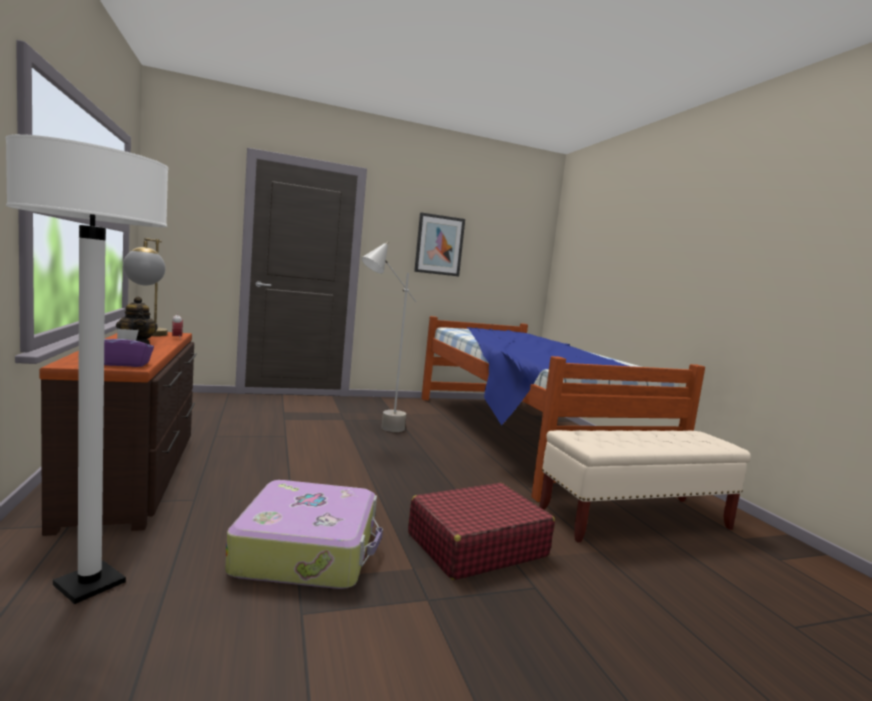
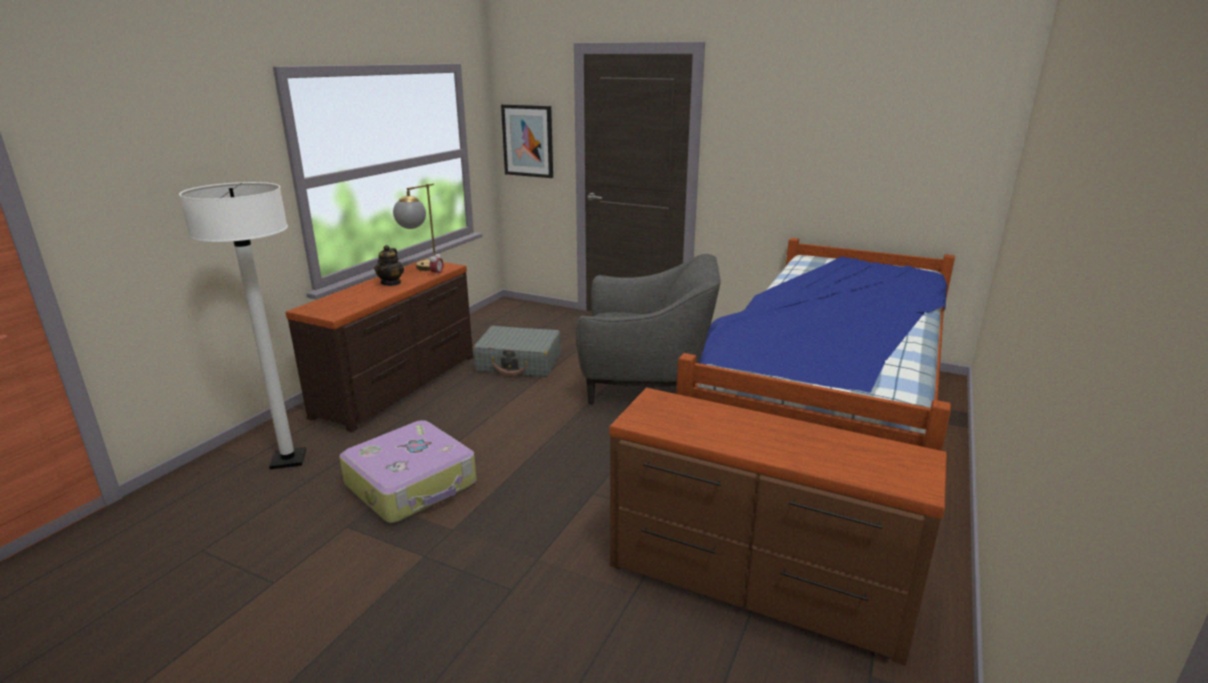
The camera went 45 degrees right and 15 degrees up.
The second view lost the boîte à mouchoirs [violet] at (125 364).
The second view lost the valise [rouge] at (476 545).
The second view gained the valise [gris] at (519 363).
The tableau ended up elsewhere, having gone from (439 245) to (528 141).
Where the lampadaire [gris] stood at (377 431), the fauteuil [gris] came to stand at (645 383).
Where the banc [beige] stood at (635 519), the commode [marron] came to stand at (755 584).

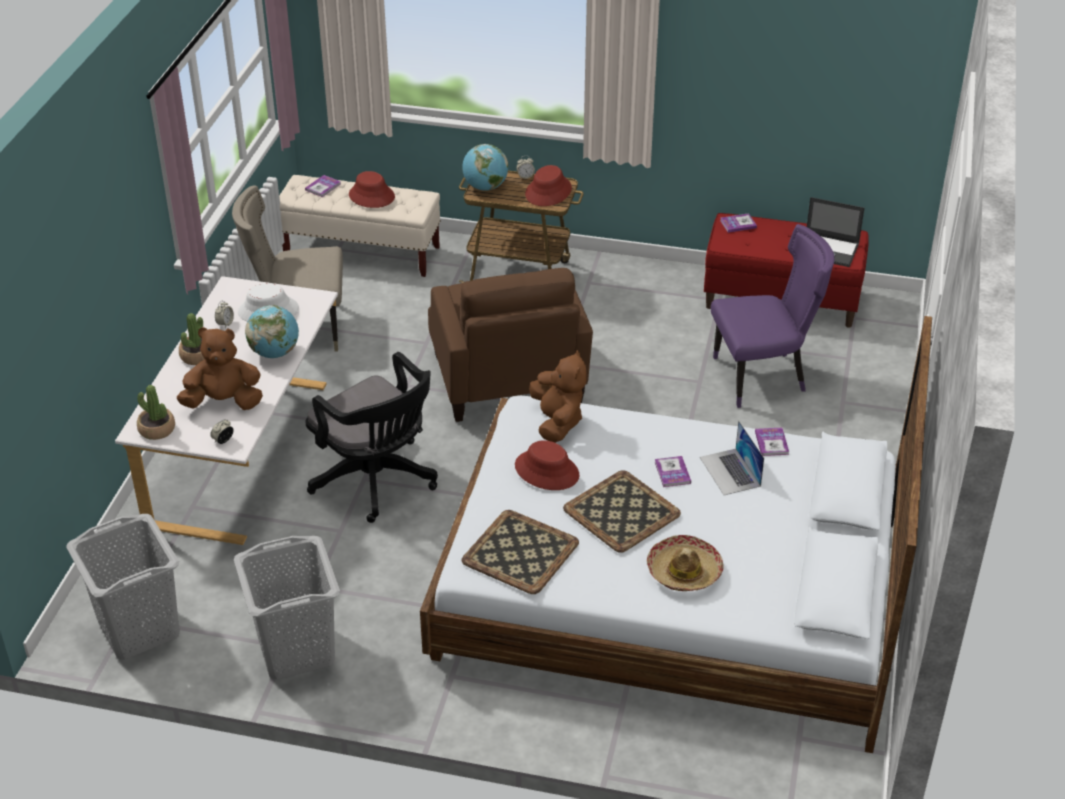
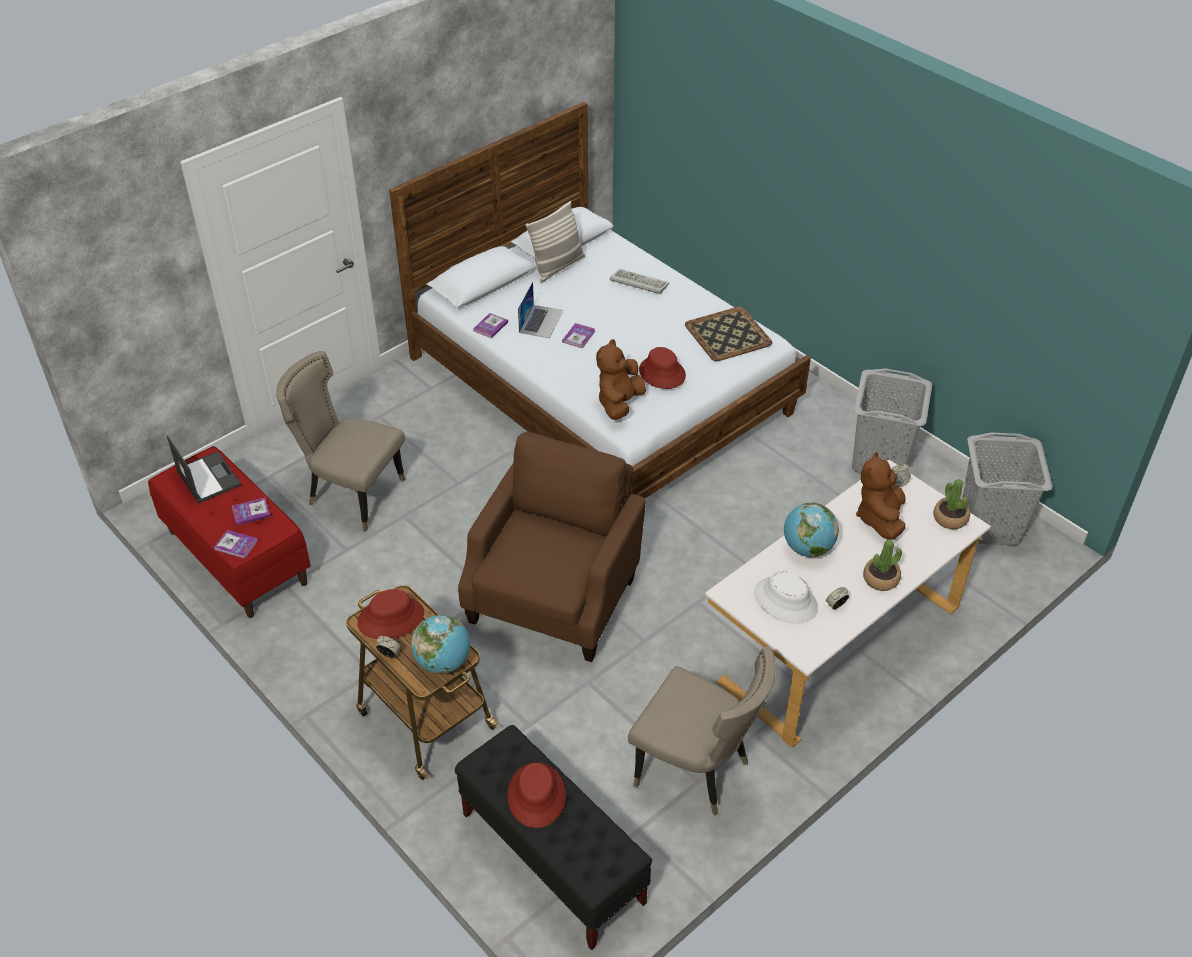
The camera went 145 degrees left and 5 degrees up.
The second view lost the chaise de bureau [noir] at (377 481).
The second view lost the plateau at (623 512).
The second view gained the coussin at (557 267).
The livre ended up elsewhere, having gone from (323 187) to (251 512).
Where the chapeau stood at (684 571), the clavier came to stand at (637 283).
What was the banc [beige] at (362 253) turned into the banc [noir] at (552 858).
What was the chaise [violet] at (763 377) turned into the chaise [beige] at (352 494).
The peluche [marron] at (224 402) ended up facing another way, 75 degrees clockwise from before.

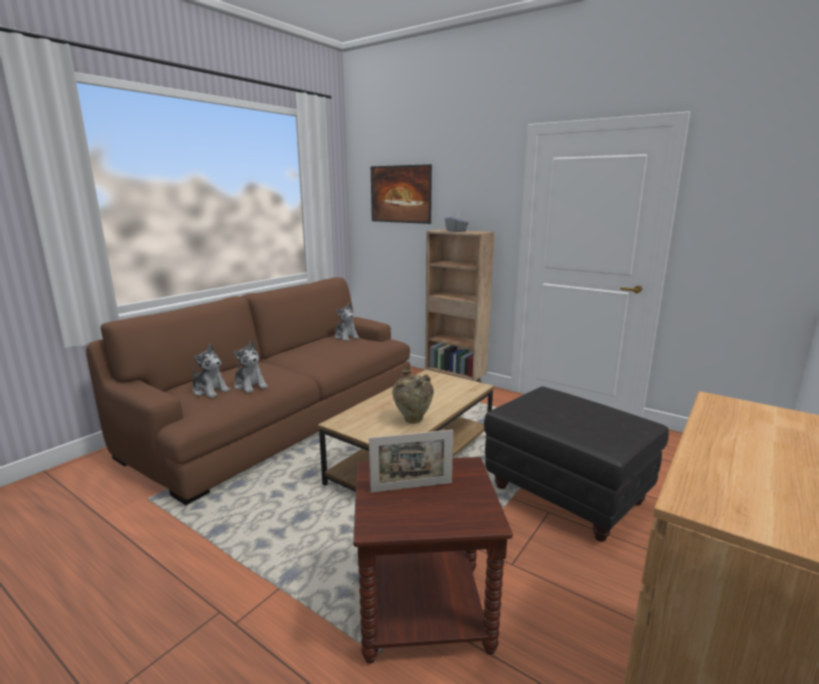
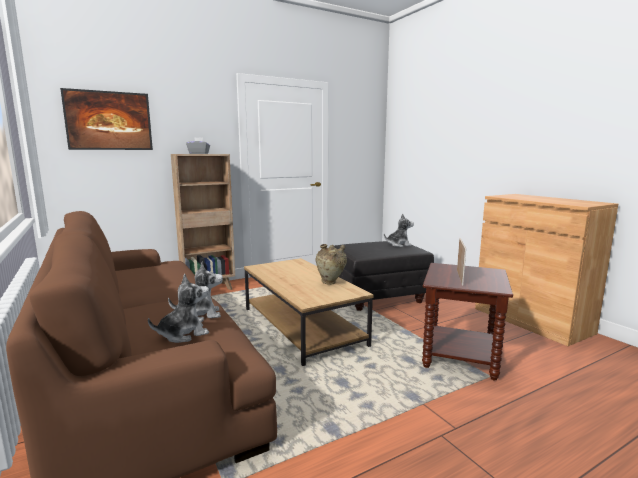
The camera went 65 degrees left and 5 degrees down.
The peluche ended up elsewhere, having gone from (346 337) to (398 245).

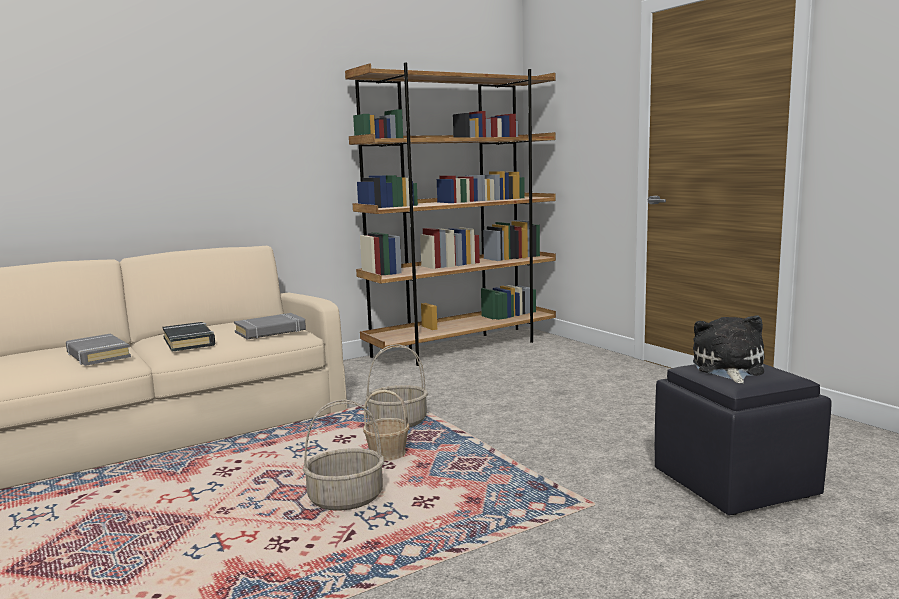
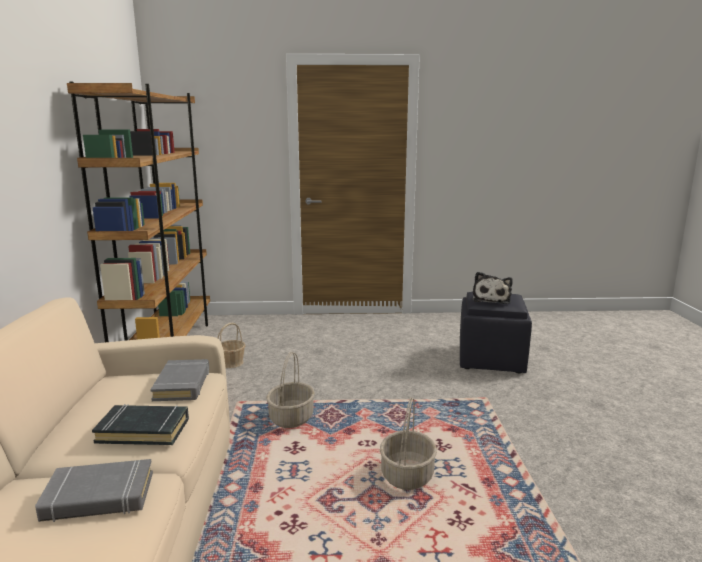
The camera went 60 degrees left and 5 degrees up.
The panier ended up elsewhere, having gone from (387 454) to (232 363).
The peluche at (728 368) ended up facing another way, 120 degrees counterclockwise from before.

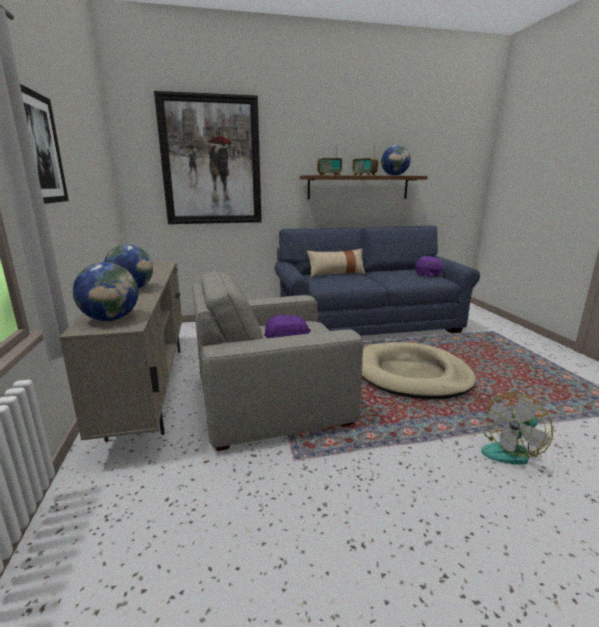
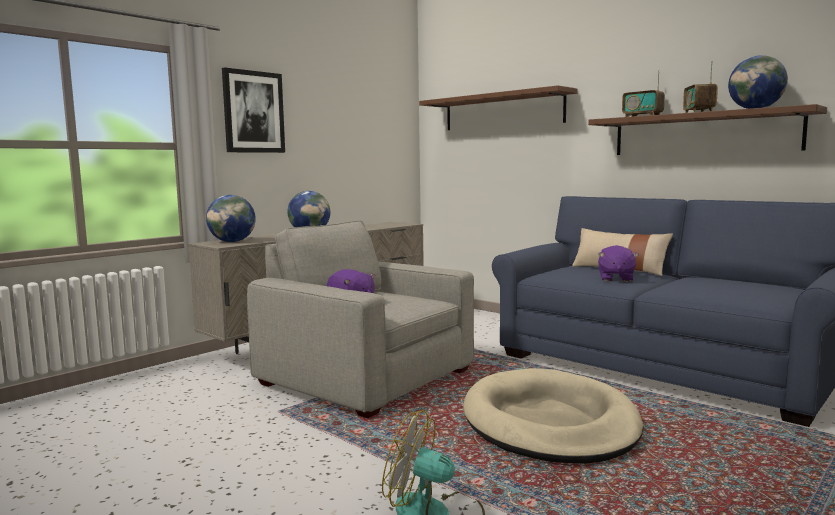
The camera went 55 degrees right and 10 degrees down.
The peluche [violet] ended up elsewhere, having gone from (428 275) to (615 278).
Where the tableau hung at (211 161), the étagère [marron] came to hang at (502 111).

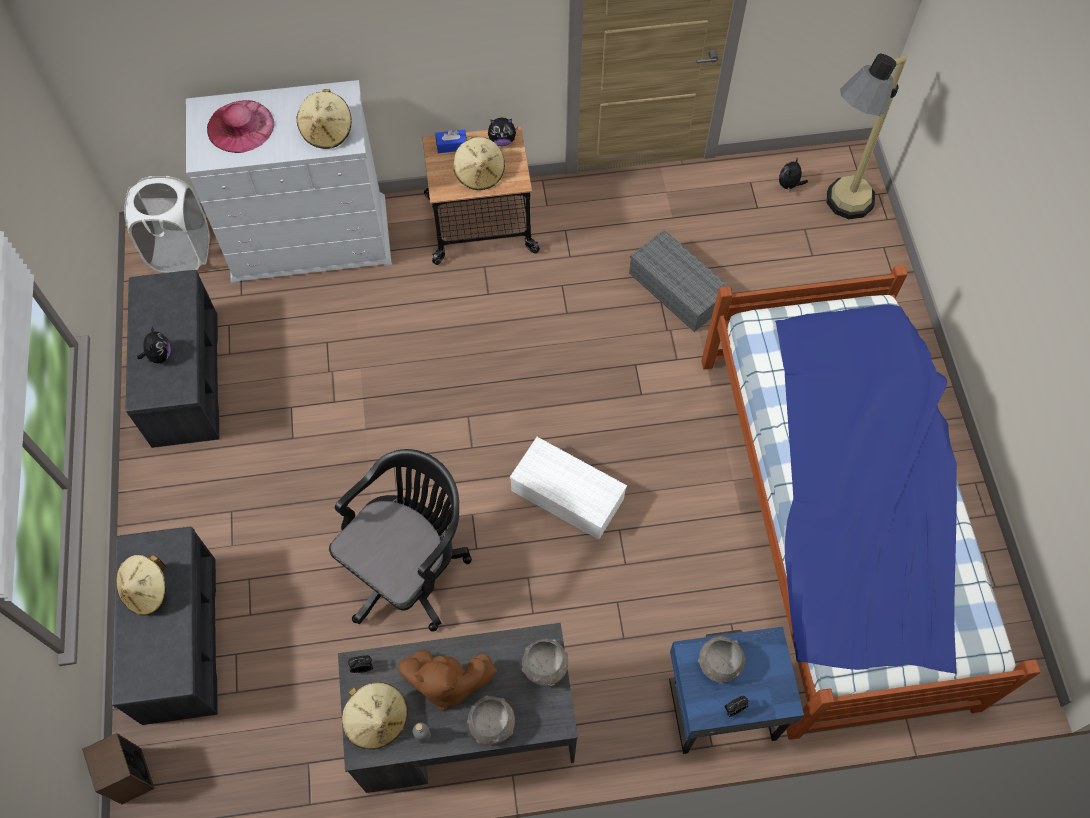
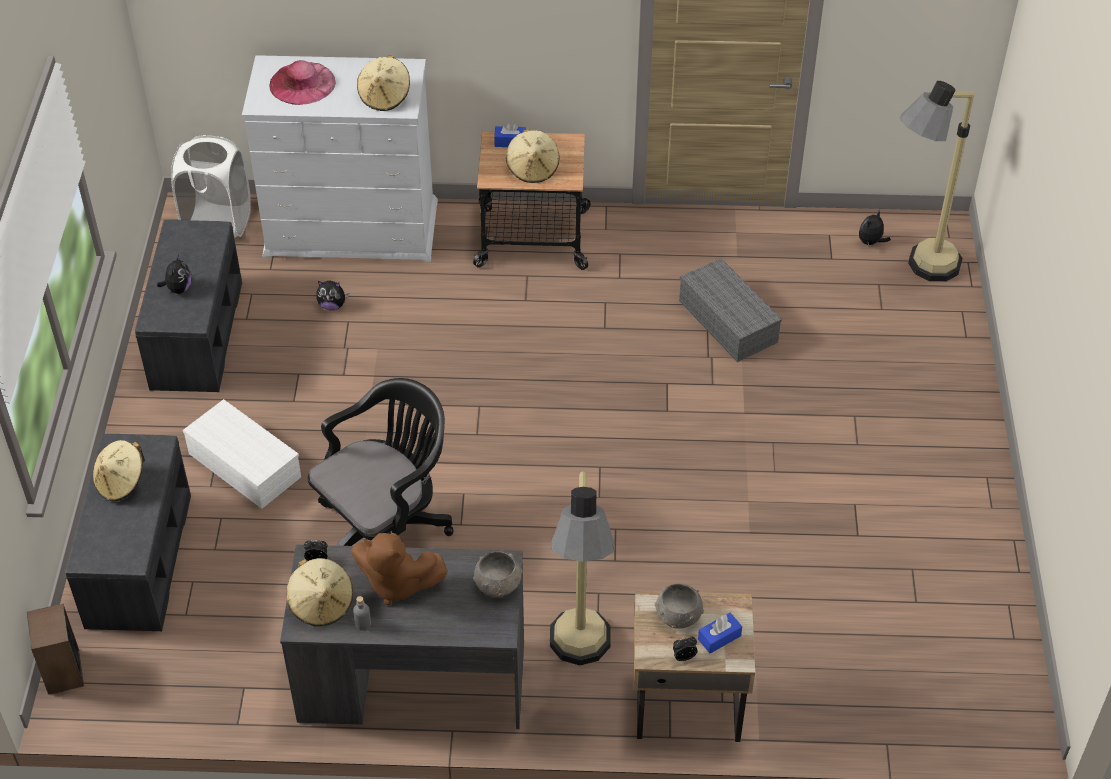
The camera went 10 degrees right and 15 degrees down.
The second view lost the bol [gris] at (492 723).
The second view lost the lit at (833 522).
The second view gained the lampadaire at (580 664).
The second view gained the boîte à mouchoirs [bleu] at (719 637).
The peluche ended up elsewhere, having gone from (502 140) to (332 305).
The boîte de rangement [blanc] ended up elsewhere, having gone from (565 495) to (242 465).
What was the table de chevet [bleu] at (720 706) turned into the table de chevet [beige] at (686 702).

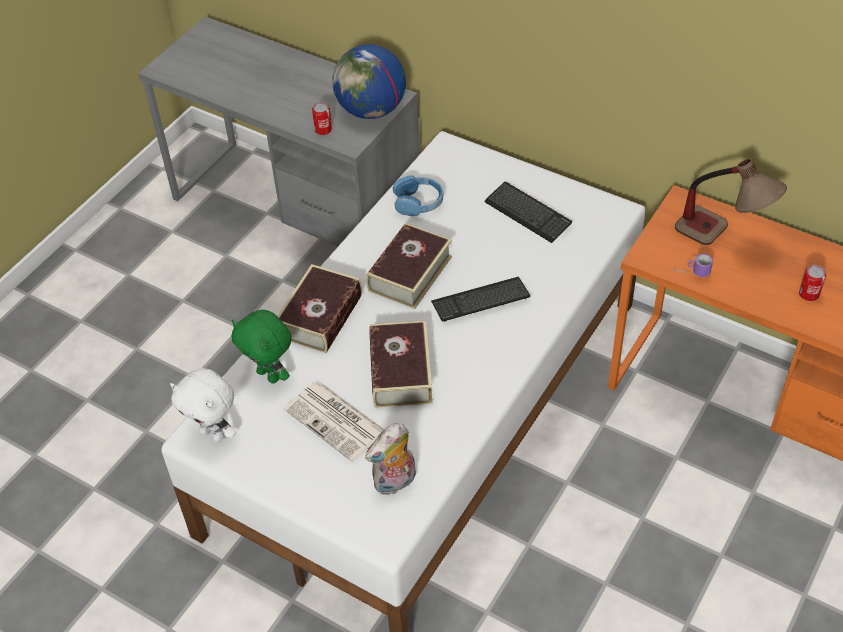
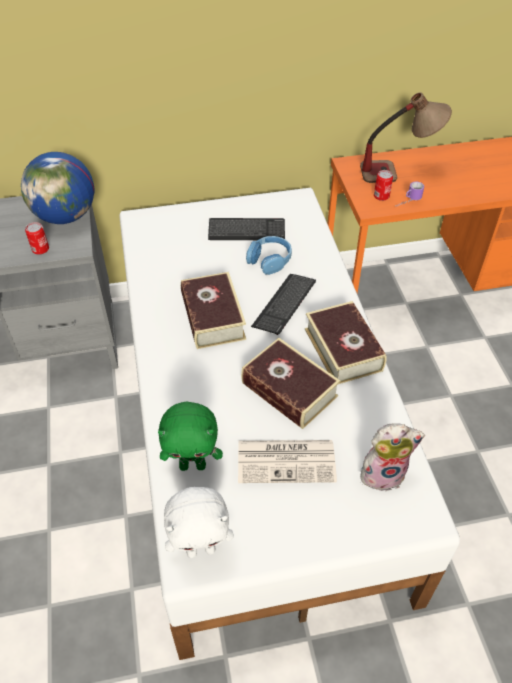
The camera went 45 degrees left and 0 degrees up.
The livre ended up elsewhere, having gone from (320 316) to (343 349).
The casque audio [bleu] ended up elsewhere, having gone from (418 202) to (269 260).
The boîte métallique ended up elsewhere, having gone from (809 294) to (381 196).
The peluche at (395 483) ended up facing another way, 105 degrees counterclockwise from before.

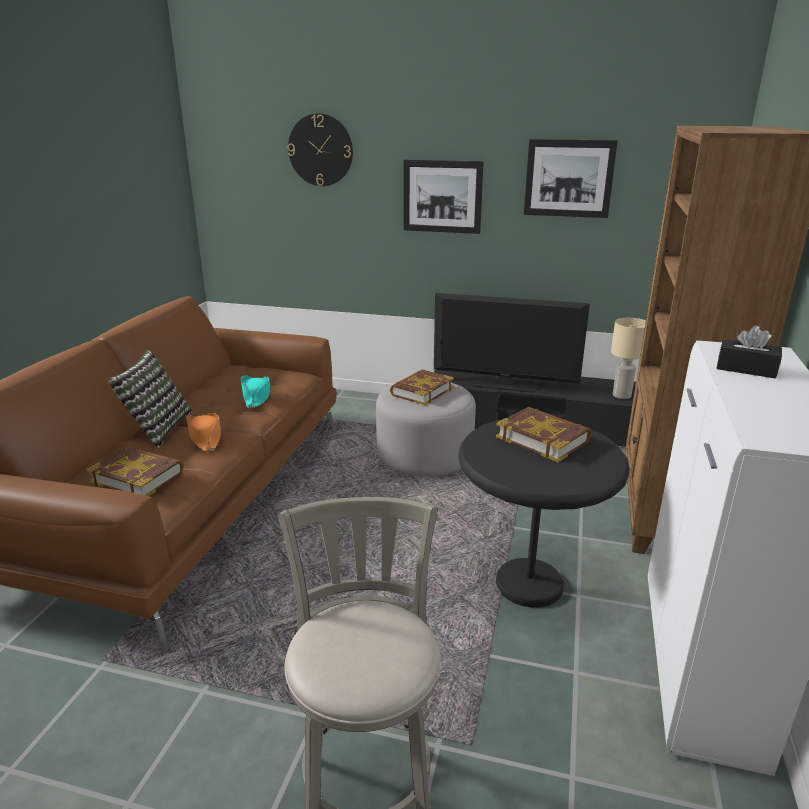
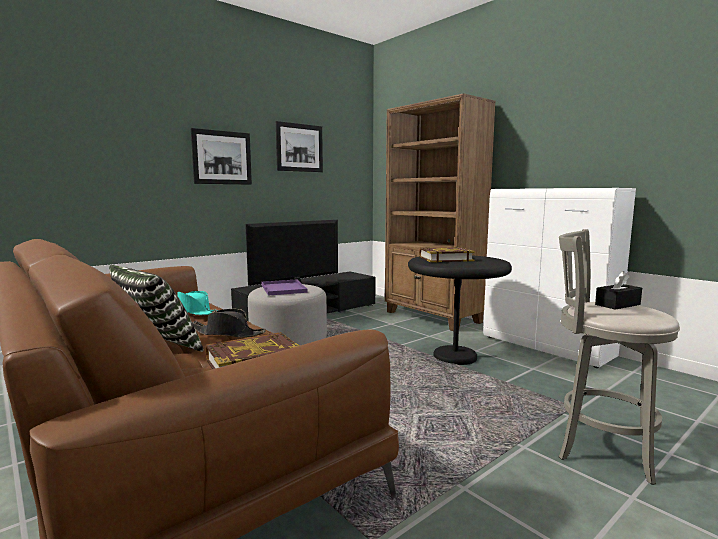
The camera went 55 degrees left and 15 degrees down.
The second view lost the horloge murale at (320 150).
The second view lost the lampe de table [beige] at (621 396).
The boîte à mouchoirs [noir] ended up elsewhere, having gone from (746 369) to (617 304).
Where the livre stood at (421 391), the plateau [violet] came to stand at (282 288).
What was the chapeau [orange] at (205 437) turned into the chapeau [noir] at (228 333).

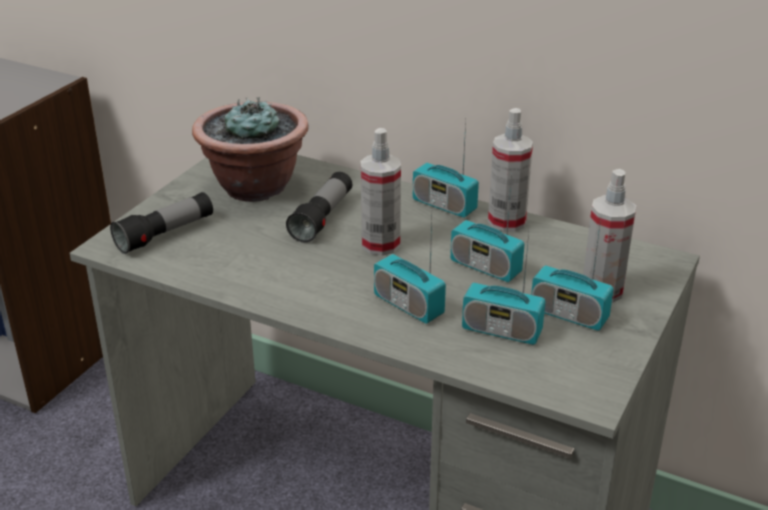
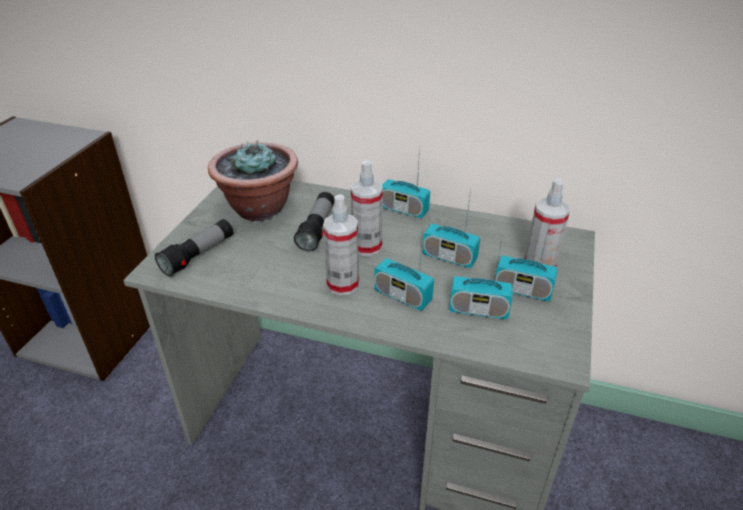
The camera went 10 degrees left and 5 degrees up.
The vaporisateur ended up elsewhere, having gone from (506 222) to (342 284).

